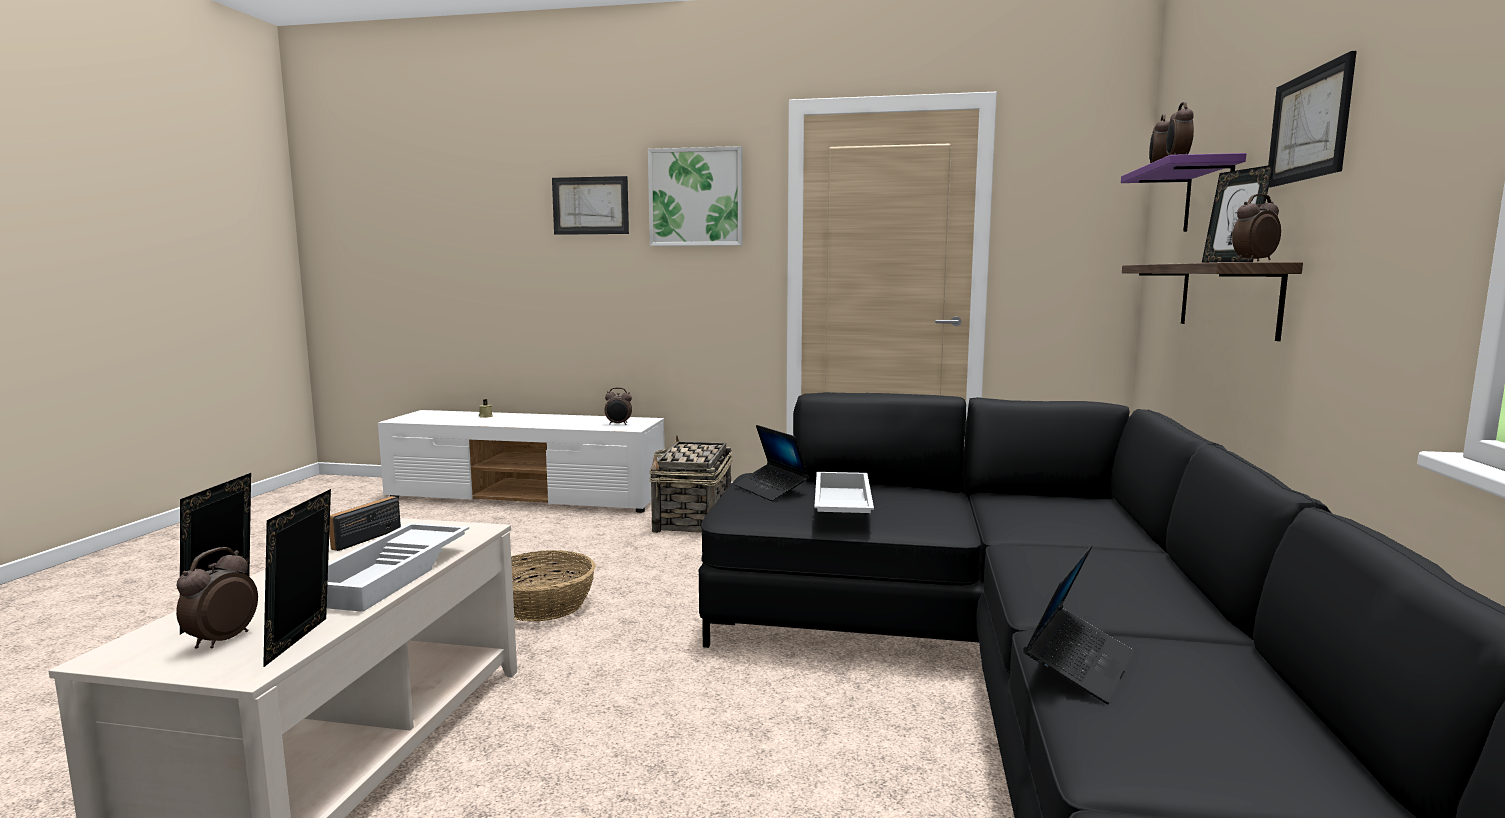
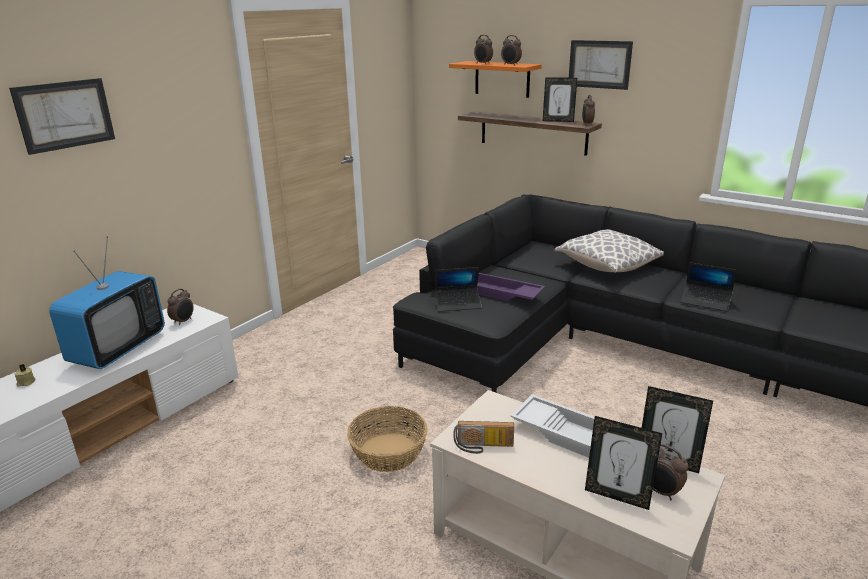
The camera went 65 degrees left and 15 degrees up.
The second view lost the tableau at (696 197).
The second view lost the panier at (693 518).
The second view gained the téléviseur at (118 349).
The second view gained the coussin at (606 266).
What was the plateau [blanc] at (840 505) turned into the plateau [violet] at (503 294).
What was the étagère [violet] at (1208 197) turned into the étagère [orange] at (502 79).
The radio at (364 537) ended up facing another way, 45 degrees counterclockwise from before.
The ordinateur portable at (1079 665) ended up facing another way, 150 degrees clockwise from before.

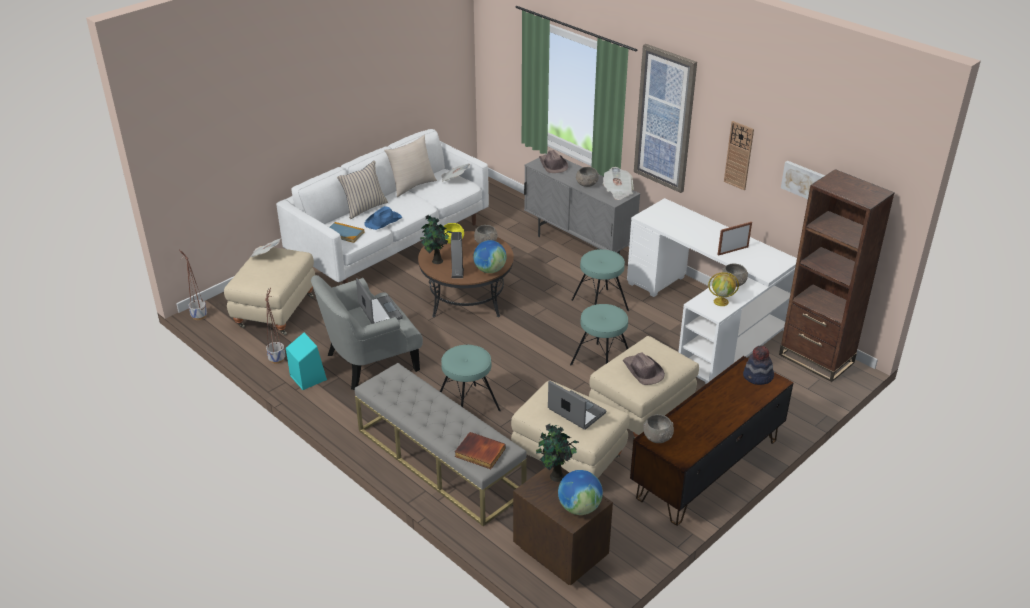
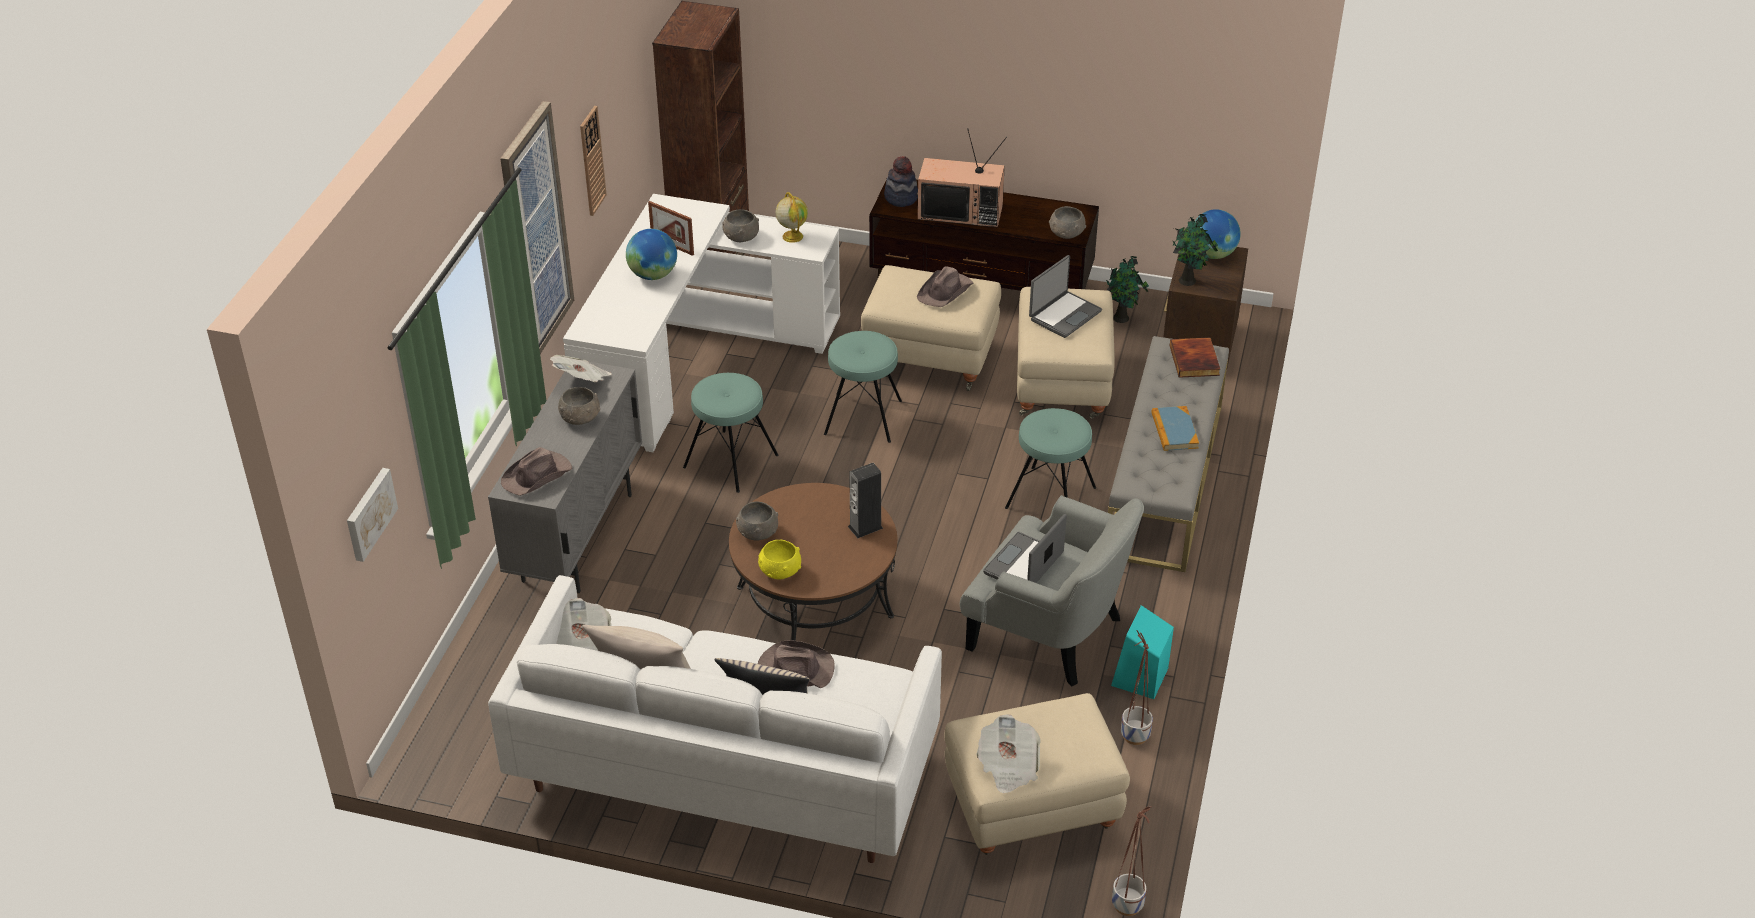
The camera went 120 degrees left and 5 degrees up.
The second view gained the téléviseur at (961 211).
The livre ended up elsewhere, having gone from (344 234) to (1174 431).
The plante en pot ended up elsewhere, having gone from (436 261) to (1122 318).
The globe ended up elsewhere, having gone from (490 270) to (653 275).
The tableau ended up elsewhere, having gone from (804 181) to (369 513).
What was the chapeau [bleu] at (383 221) turned into the chapeau [marron] at (795 668).
The ordinateur portable at (576 412) ended up facing another way, 150 degrees counterclockwise from before.

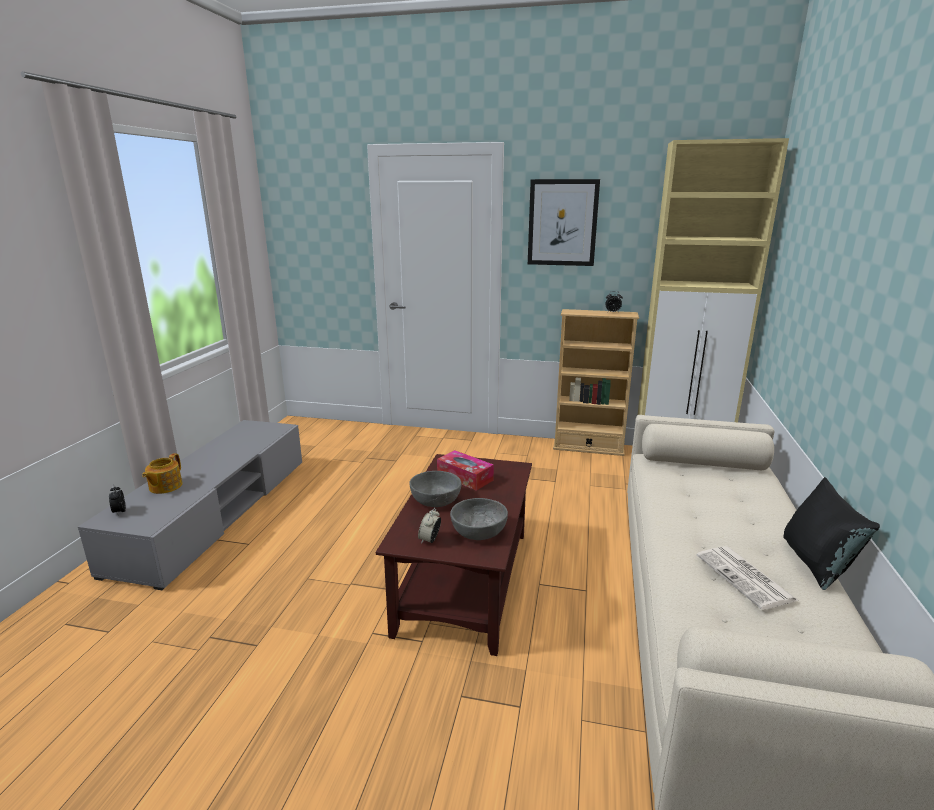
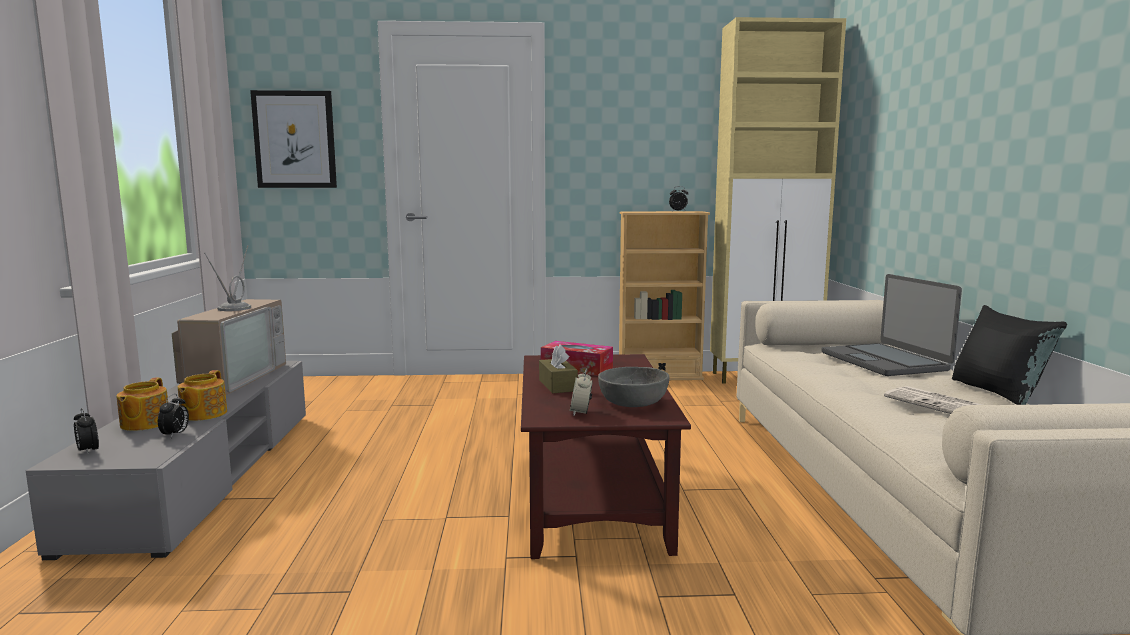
The camera went 15 degrees left and 10 degrees down.
The second view gained the réveil at (175 435).
The second view gained the téléviseur at (232 378).
The second view gained the théière at (203 414).
The second view gained the ordinateur portable at (885 361).
The tableau ended up elsewhere, having gone from (562 223) to (295 140).
Where the bol [gris] stood at (435 500), the boîte à mouchoirs [marron] came to stand at (557 385).

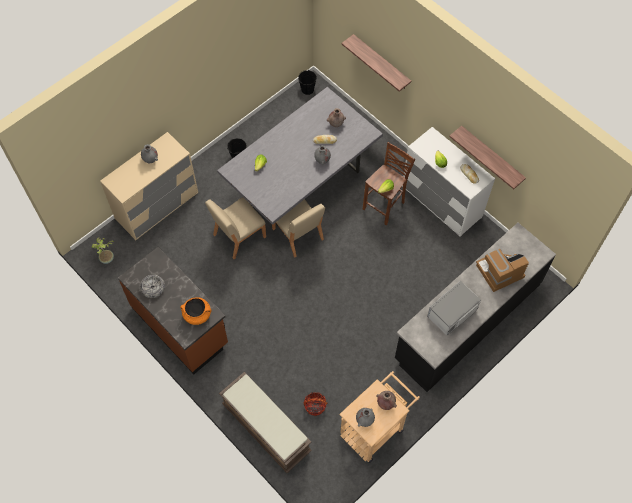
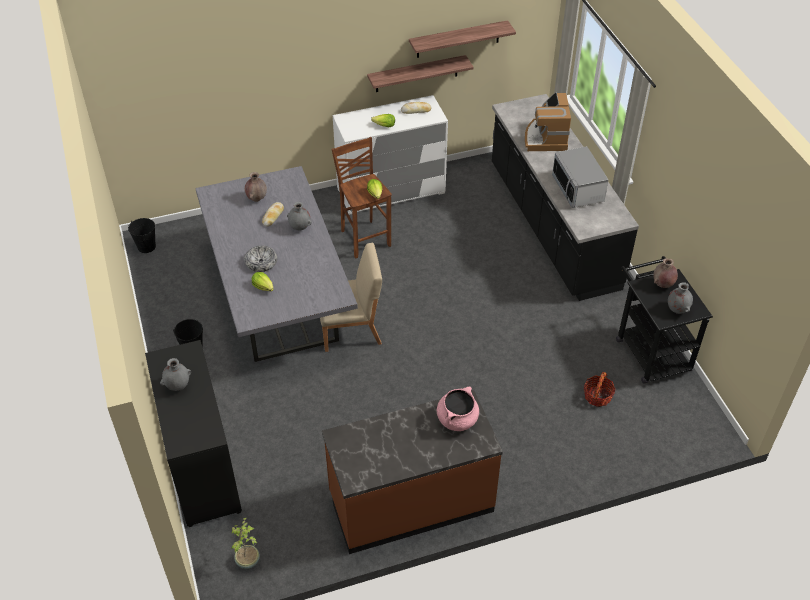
The camera went 65 degrees left and 15 degrees down.
The second view lost the chaise [beige] at (238 236).
The second view lost the banc [marron] at (265 428).
The bol ended up elsewhere, having gone from (153 288) to (261 262).
The étagère ended up elsewhere, having gone from (381 62) to (458 39).
What was the commode [beige] at (157 206) turned into the commode [noir] at (202 467).
What was the marmite [orange] at (197 314) turned into the marmite [rose] at (457 419).
What was the chariot [beige] at (375 428) turned into the chariot [noir] at (649 350).

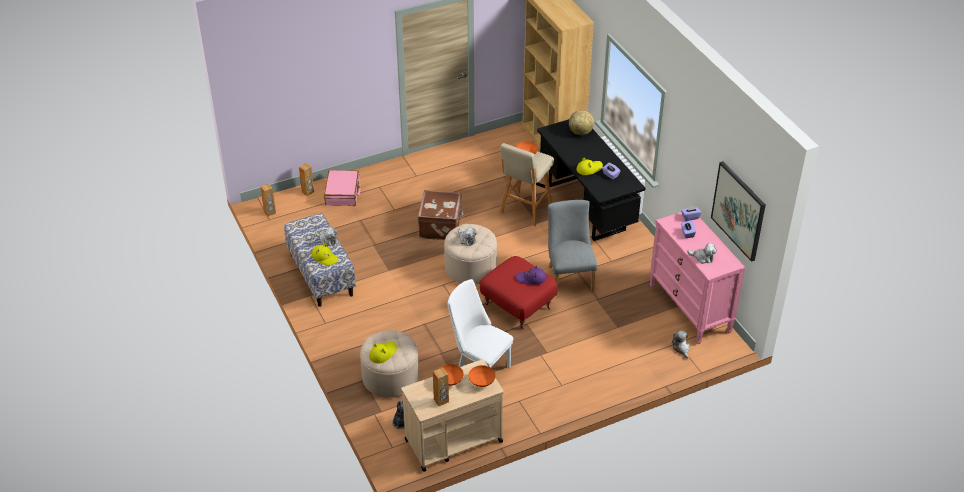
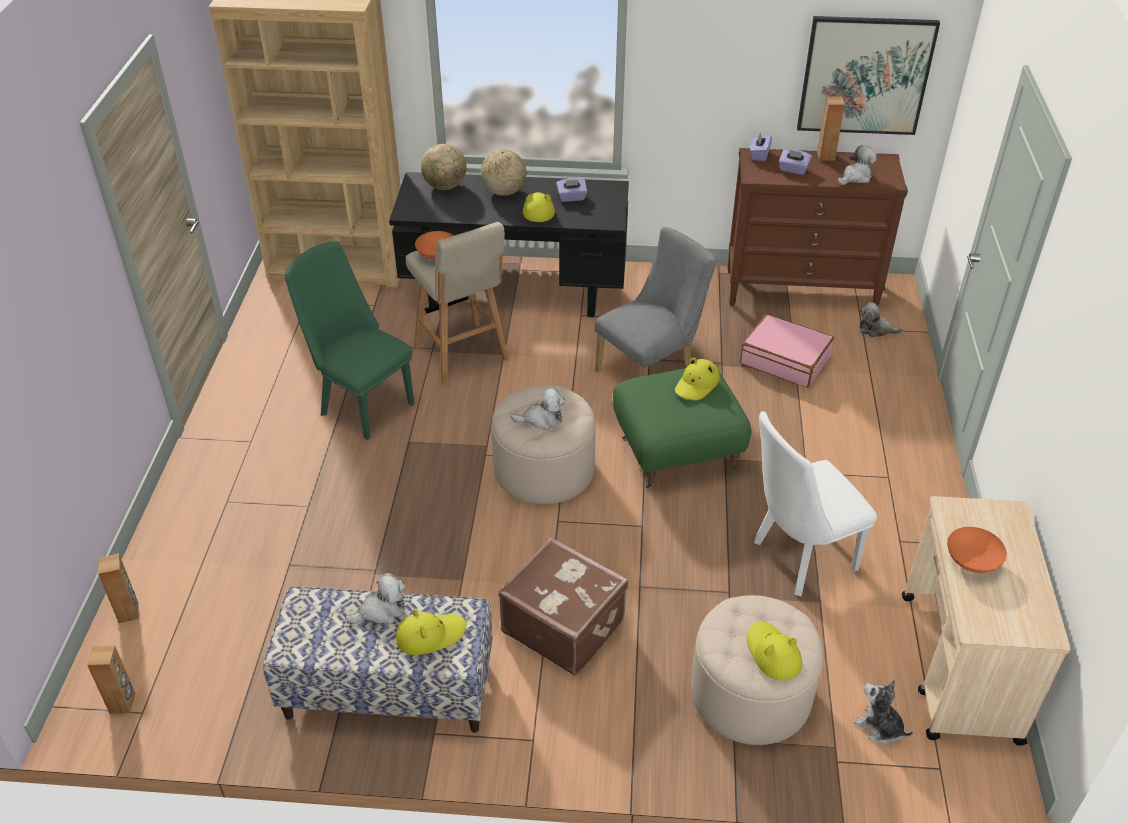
The camera went 60 degrees left and 0 degrees up.
The second view lost the bol [orange] at (482 382).
The second view gained the chaise [vert] at (361 405).
The second view gained the globe at (504 192).
The valise [rose] ended up elsewhere, having gone from (343 193) to (785 360).
The valise [marron] ended up elsewhere, having gone from (441 226) to (563 625).
The enceinte [marron] ended up elsewhere, having gone from (441 401) to (826 156).
What was the pouf [rouge] at (517 306) turned into the pouf [vert] at (678 453).
What was the chapeau [violet] at (531 278) turned into the chapeau [jaune] at (697 384).
What was the commode [rose] at (690 308) turned into the commode [marron] at (801 290).
The chaise [gris] at (569 276) ended up facing another way, 120 degrees clockwise from before.

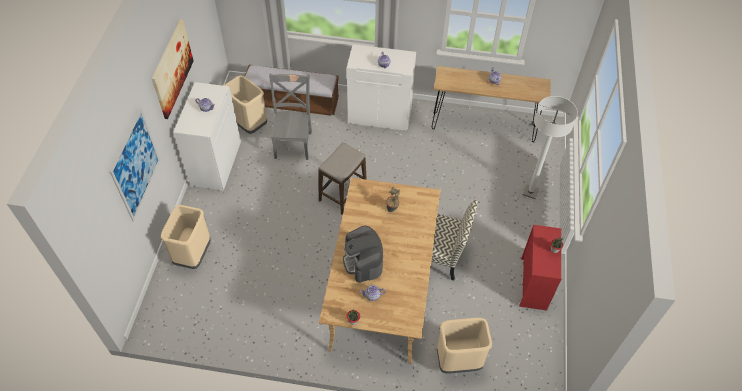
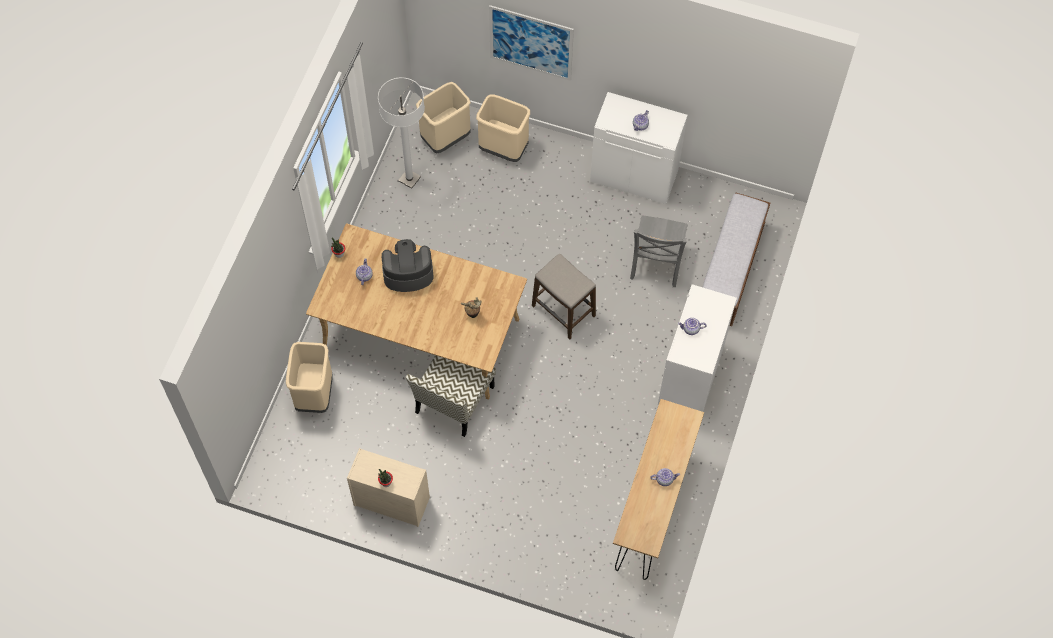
The camera went 100 degrees right and 10 degrees up.
The second view lost the tableau at (172 69).
The poubelle [beige] ended up elsewhere, having gone from (249 125) to (445 138).
The lampadaire [blanc] ended up elsewhere, having gone from (530 192) to (409 179).
What was the commode [rouge] at (533 284) turned into the commode [beige] at (390 501).
The chaise [gris] at (293 143) ended up facing another way, 90 degrees clockwise from before.

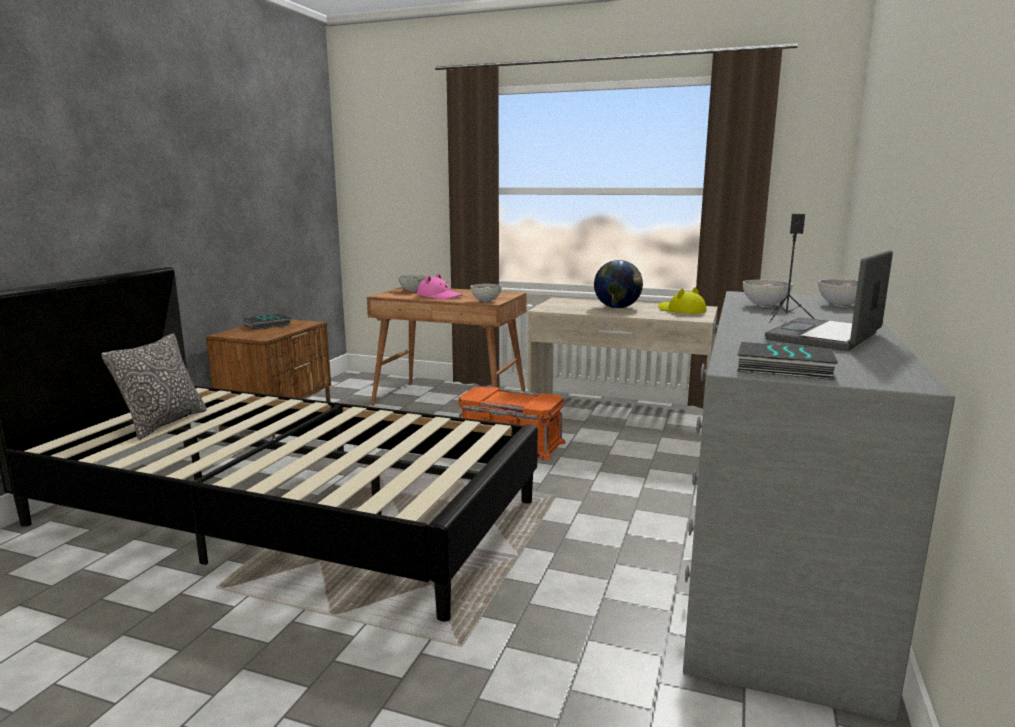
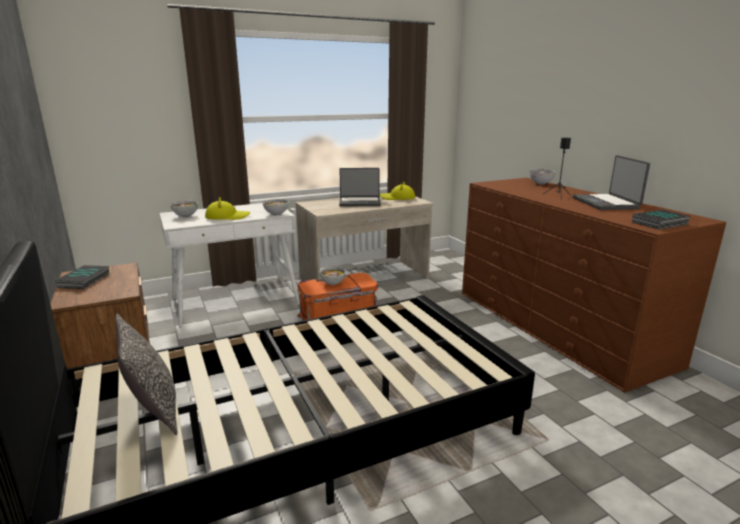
The camera went 45 degrees left and 5 degrees up.
The bol ended up elsewhere, having gone from (764 305) to (332 283).
Where the globe stood at (617 308), the ordinateur portable came to stand at (359 202).
What was the bureau [marron] at (451 400) turned into the bureau [blanc] at (236 301).
What was the chapeau [rose] at (439 296) turned into the chapeau [jaune] at (227 217).
What was the commode [gris] at (775 560) turned into the commode [marron] at (557 325).

